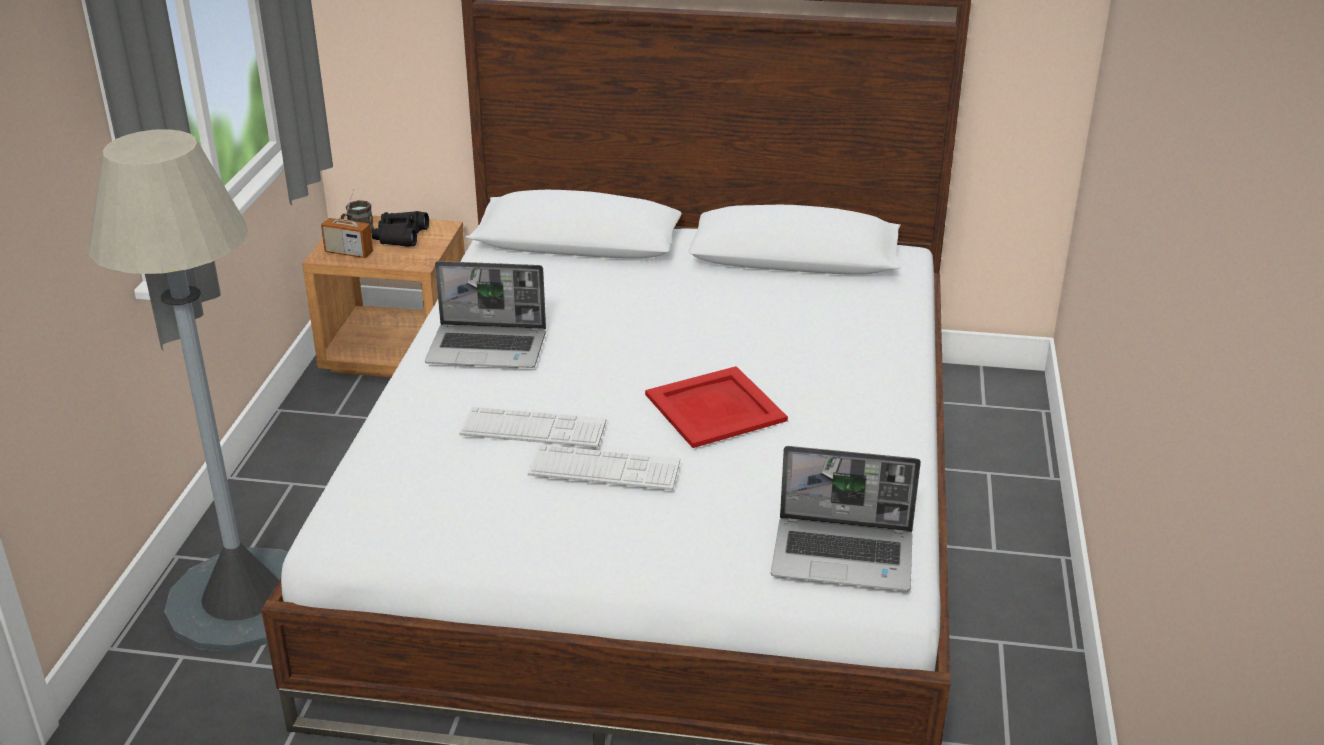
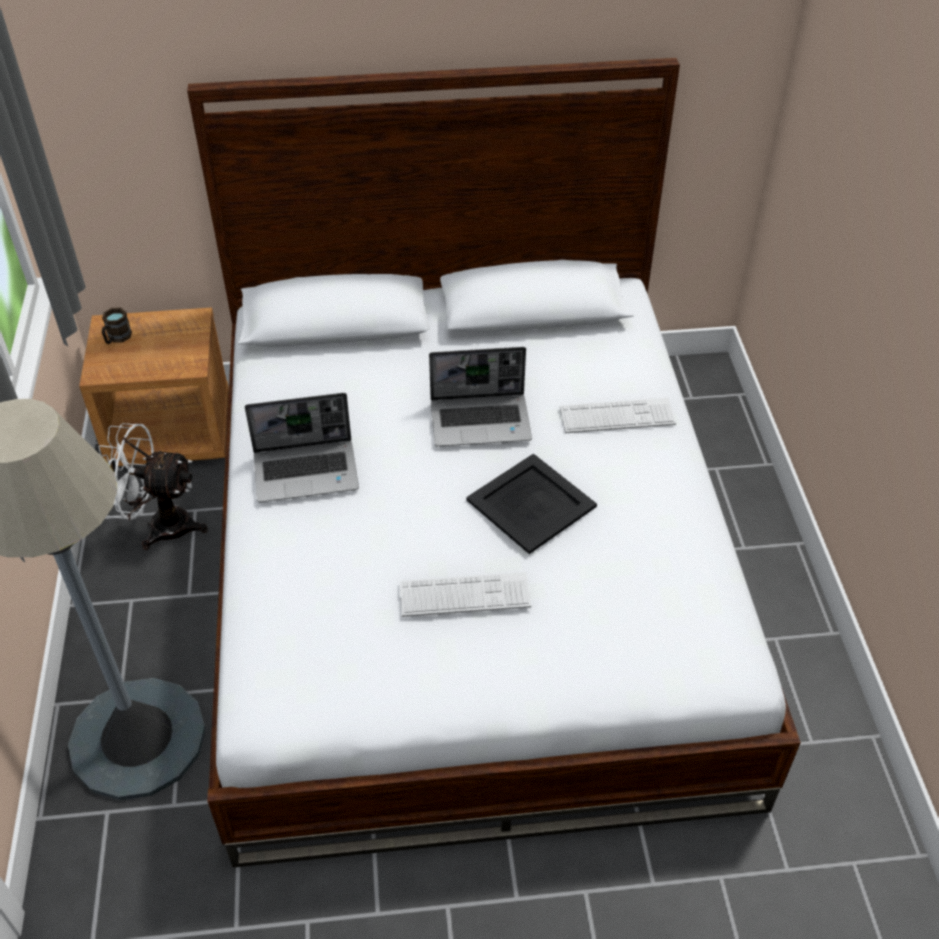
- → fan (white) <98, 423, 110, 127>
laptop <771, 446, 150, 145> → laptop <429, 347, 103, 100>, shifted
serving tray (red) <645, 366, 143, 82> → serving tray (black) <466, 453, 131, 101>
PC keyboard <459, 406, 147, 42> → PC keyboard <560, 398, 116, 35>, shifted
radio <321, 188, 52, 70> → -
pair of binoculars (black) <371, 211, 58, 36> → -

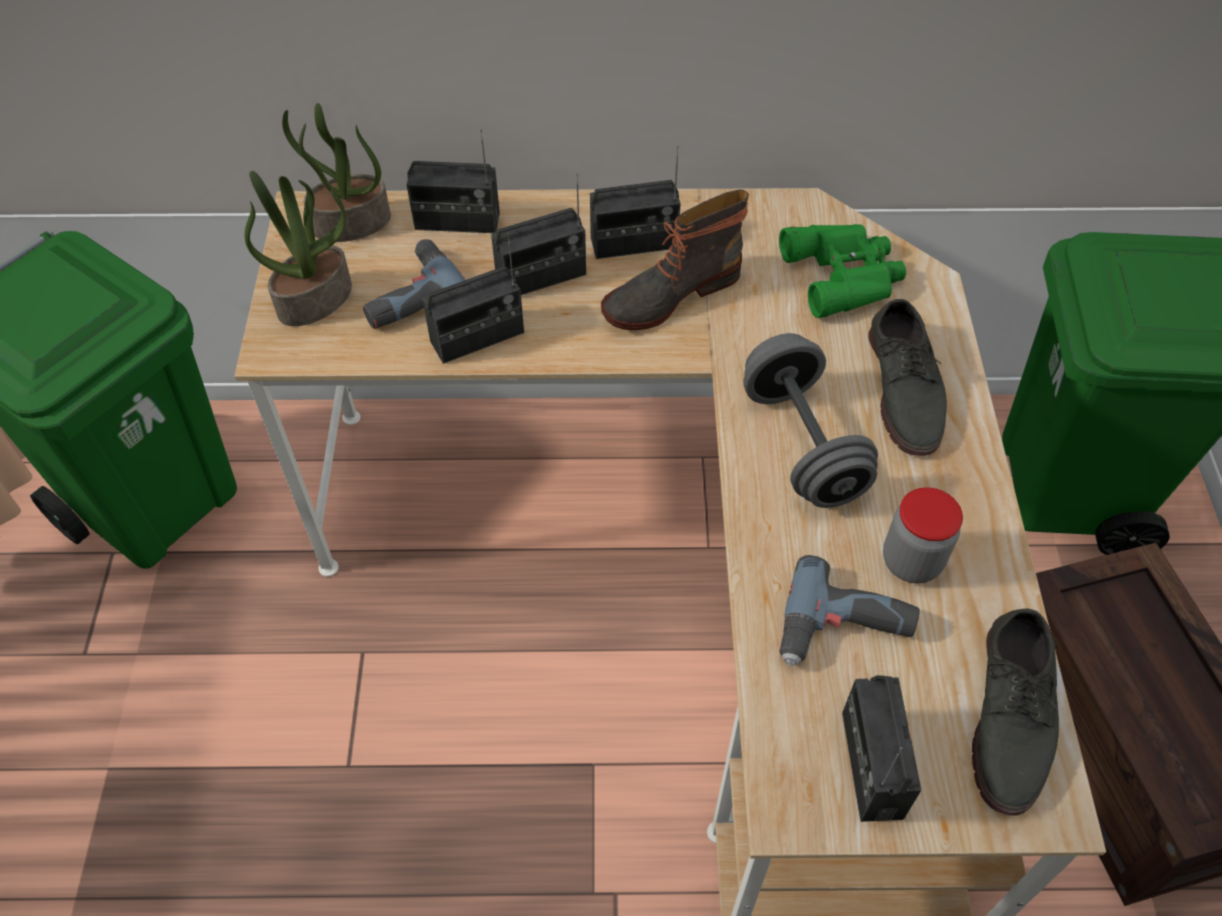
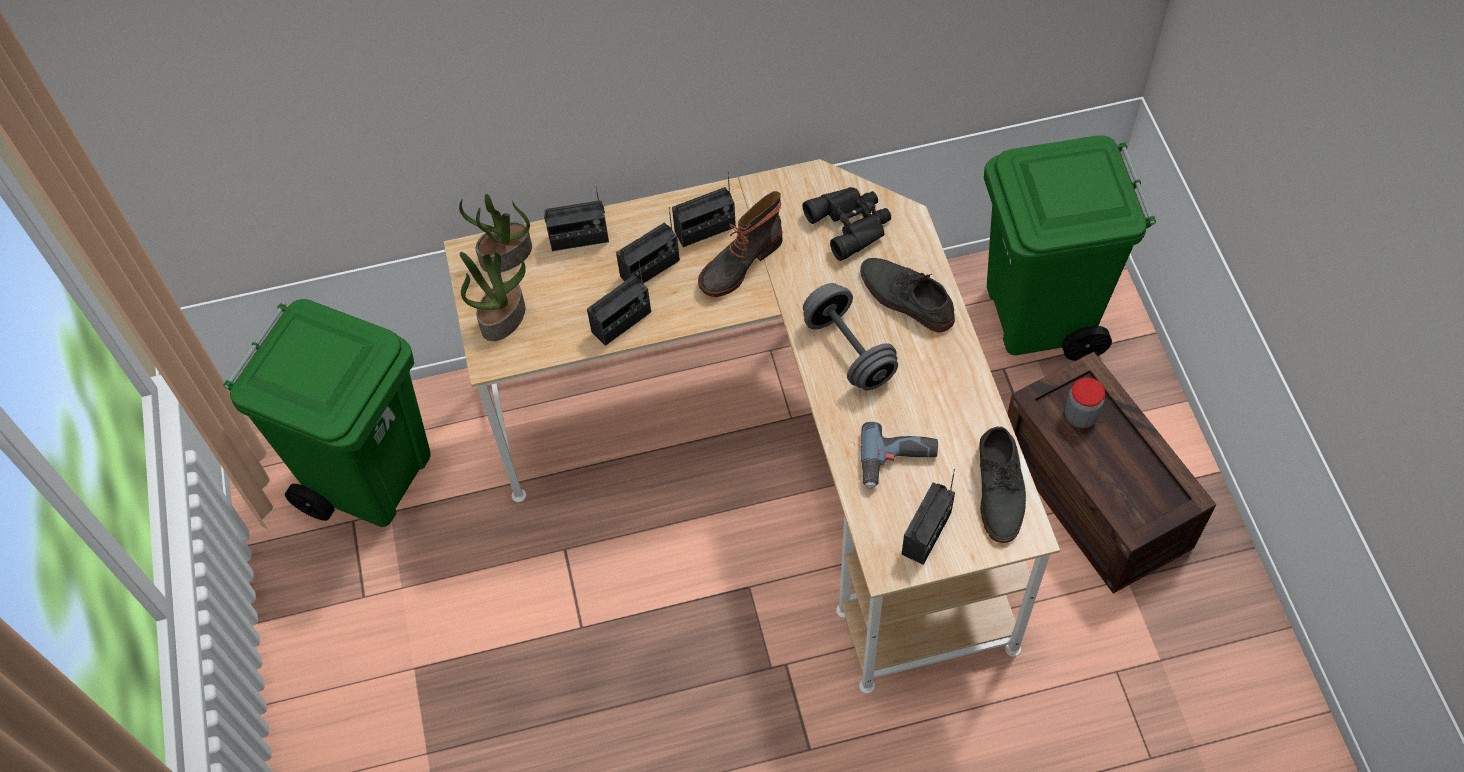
pair of binoculars (green) <779, 224, 127, 94> → pair of binoculars (black) <802, 187, 89, 74>
item of footwear (greyish) <868, 299, 79, 157> → item of footwear (greyish) <860, 258, 95, 75>, 150 degrees clockwise
radio <842, 675, 79, 147> → radio <902, 469, 53, 96>, 135 degrees counterclockwise
storage jar <883, 487, 80, 96> → storage jar <1065, 377, 40, 51>, shifted
drill <363, 239, 102, 90> → -

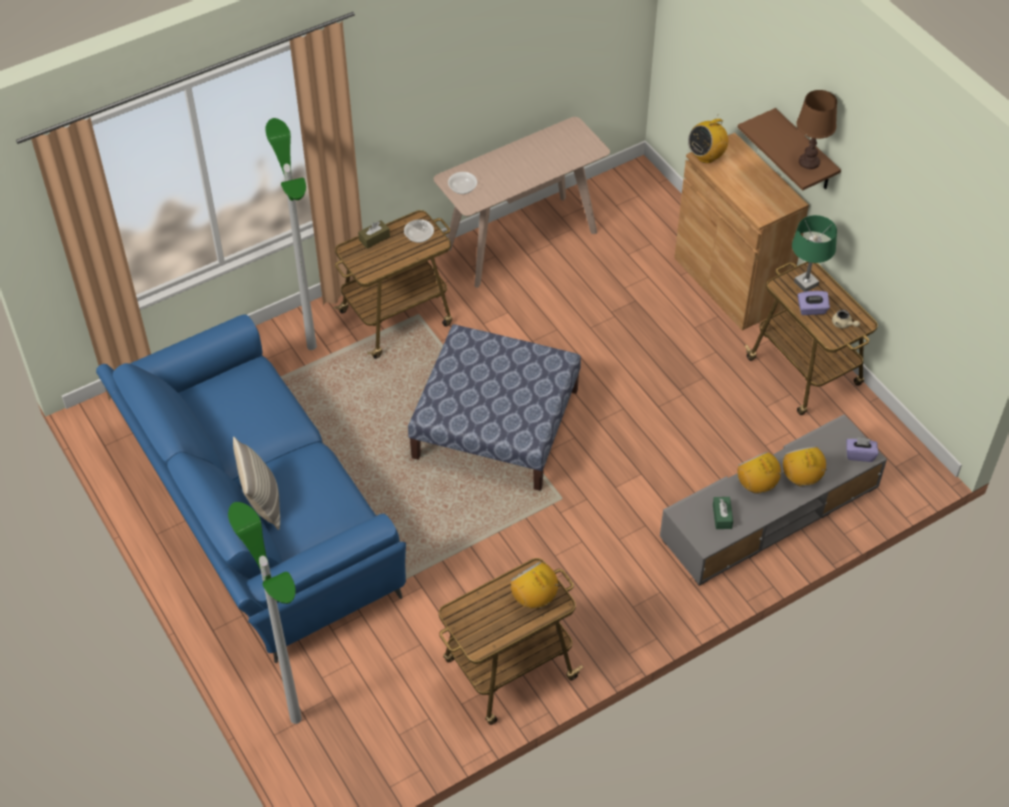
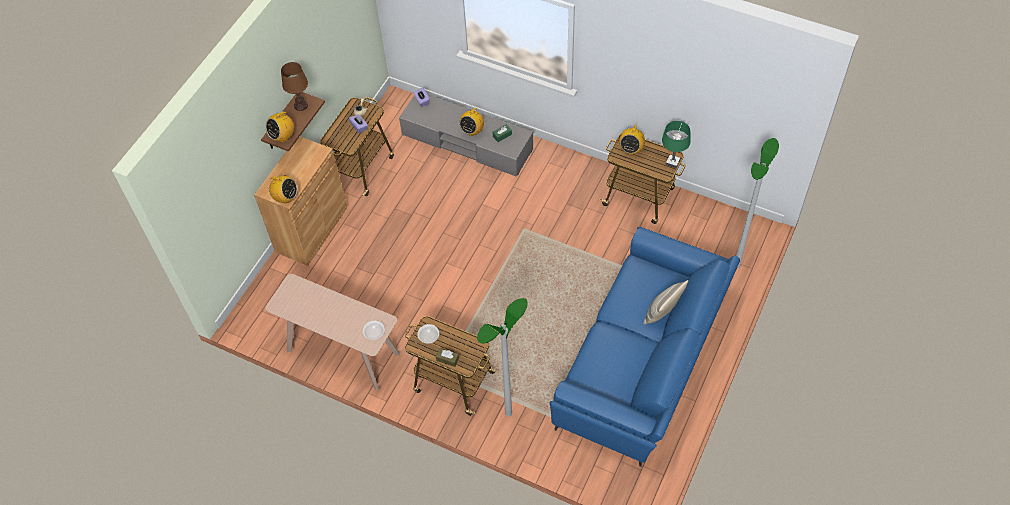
radio <783, 446, 44, 40> → radio <265, 107, 29, 35>, shifted
tabletop lamp (green) <792, 215, 45, 77> → tabletop lamp (green) <662, 121, 28, 47>, shifted
ottoman <408, 324, 173, 167> → -

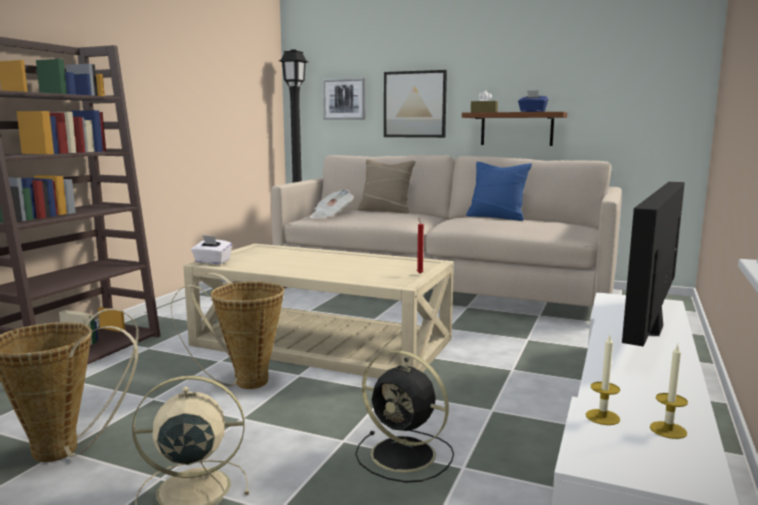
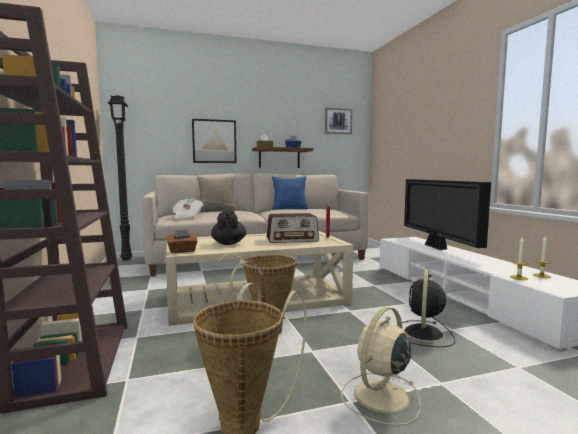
tissue box (white) <191, 235, 41, 29> → tissue box (brown) <166, 230, 32, 23>
- → tea pot (black) <211, 210, 35, 35>
- → radio <267, 213, 52, 30>
picture <323, 78, 43, 42> → picture <325, 107, 27, 27>, shifted
fan (black) <355, 350, 99, 133> → fan (black) <402, 269, 53, 78>, 120 degrees clockwise

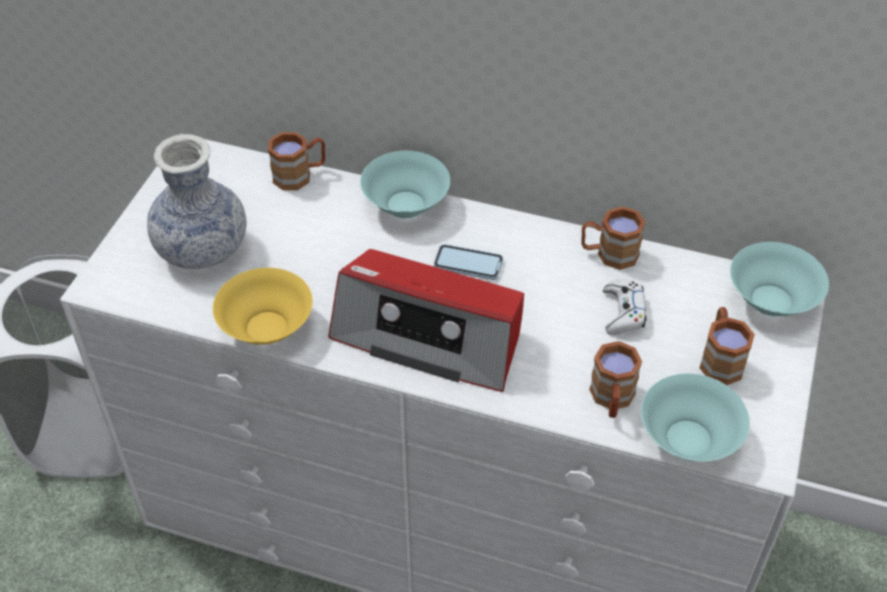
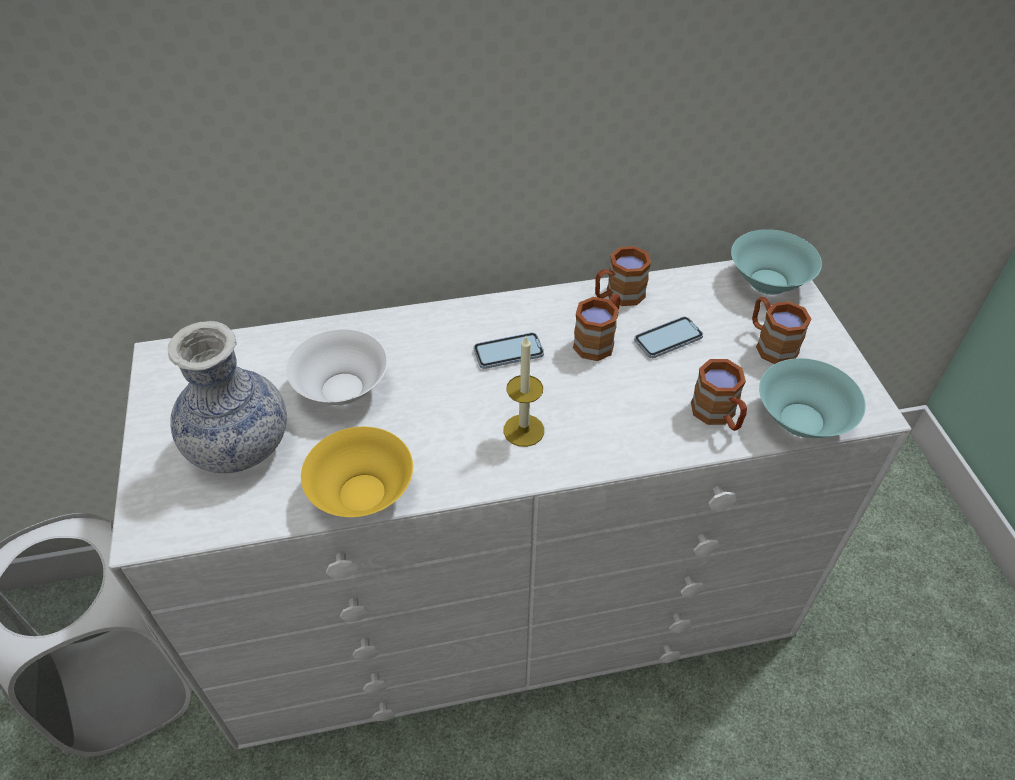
- → bowl (white) <286, 329, 102, 76>
radio <328, 249, 196, 143> → wax light <503, 336, 41, 111>
coffee mug (brown) <268, 132, 57, 58> → coffee mug (brown) <573, 294, 48, 67>, shifted
game controller (white) <603, 279, 44, 56> → handset <634, 317, 69, 41>
bowl (turquoise) <360, 151, 90, 67> → -

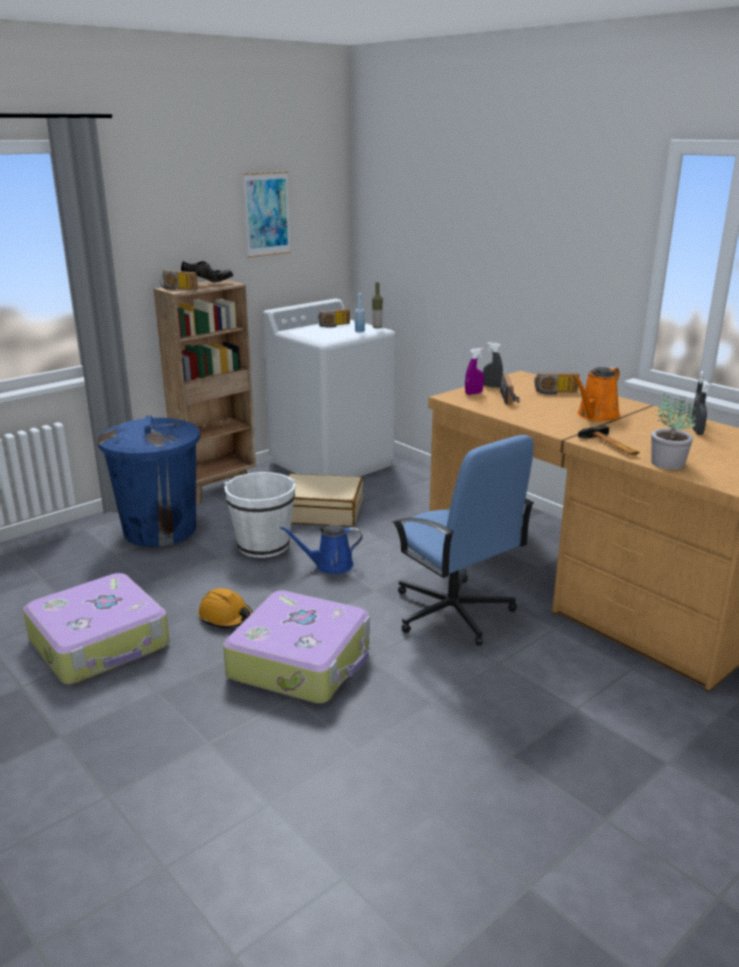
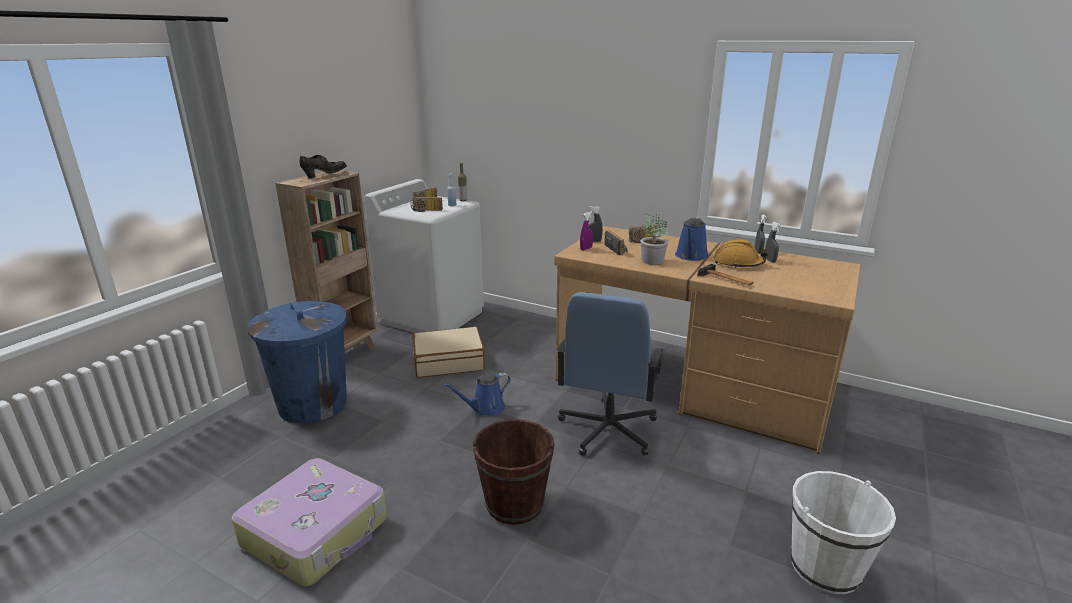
radio <161, 270, 37, 20> → radio <411, 197, 32, 15>, shifted
suitcase <223, 591, 147, 113> → water bucket (brown) <473, 419, 82, 106>
office chair (bluish) <392, 435, 142, 210> → office chair (bluish) <556, 292, 109, 164>, 75 degrees clockwise
houseplant <651, 393, 45, 77> → houseplant <641, 213, 27, 52>, shifted
watering can (orangey) <573, 367, 47, 54> → watering can (bluish) <675, 217, 34, 44>
hard hat (orangey) <198, 588, 55, 40> → hard hat (orangey) <713, 239, 56, 29>, shifted
water bucket (white) <224, 472, 72, 86> → water bucket (white) <791, 471, 105, 123>, shifted
picture <243, 171, 48, 87> → -

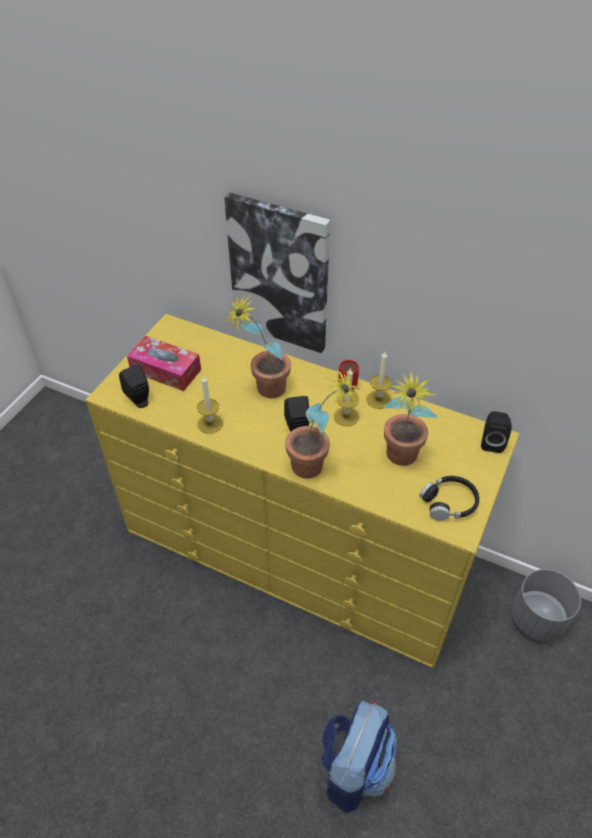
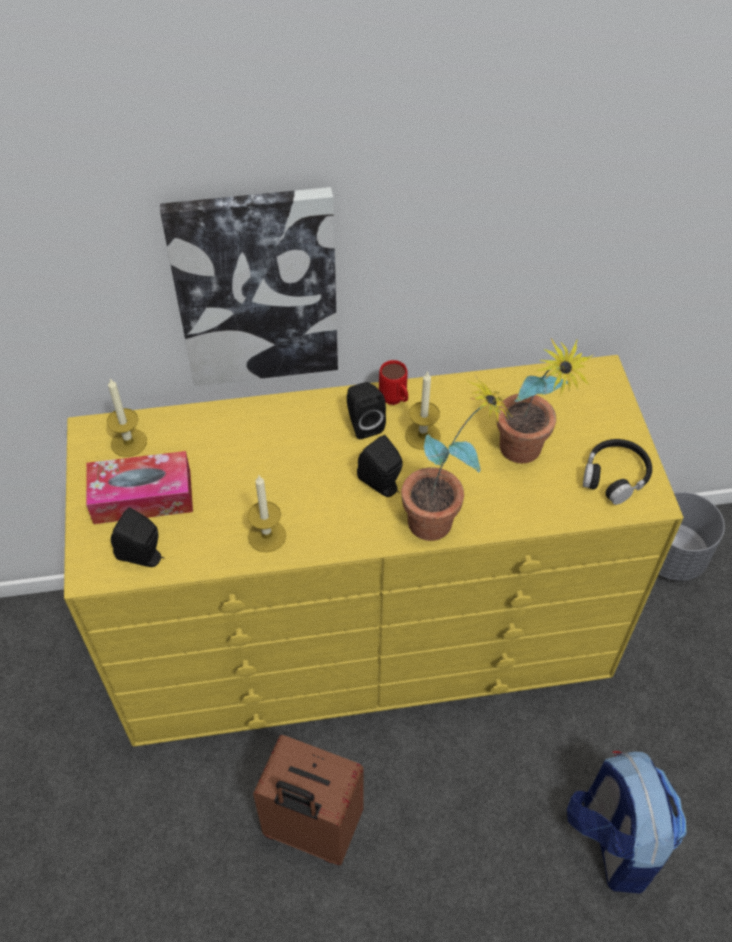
wax light <367, 352, 25, 57> → wax light <107, 378, 40, 79>, shifted
- → suitcase (brown) <253, 735, 111, 130>
loudspeaker (black) <481, 411, 31, 42> → loudspeaker (black) <347, 382, 39, 57>, shifted
houseplant <225, 294, 66, 104> → -

